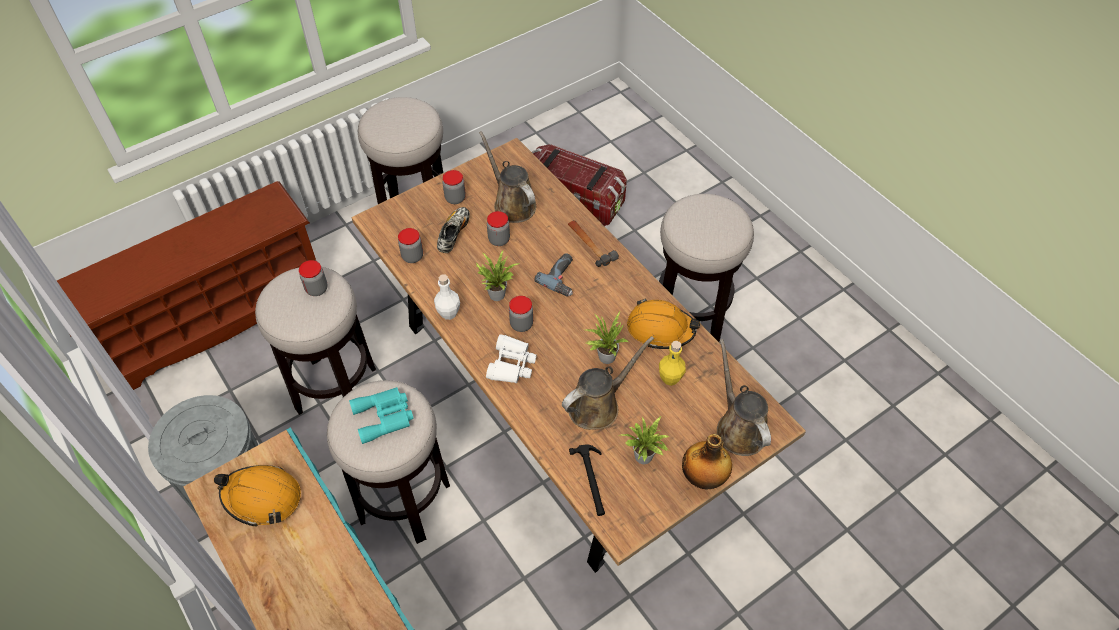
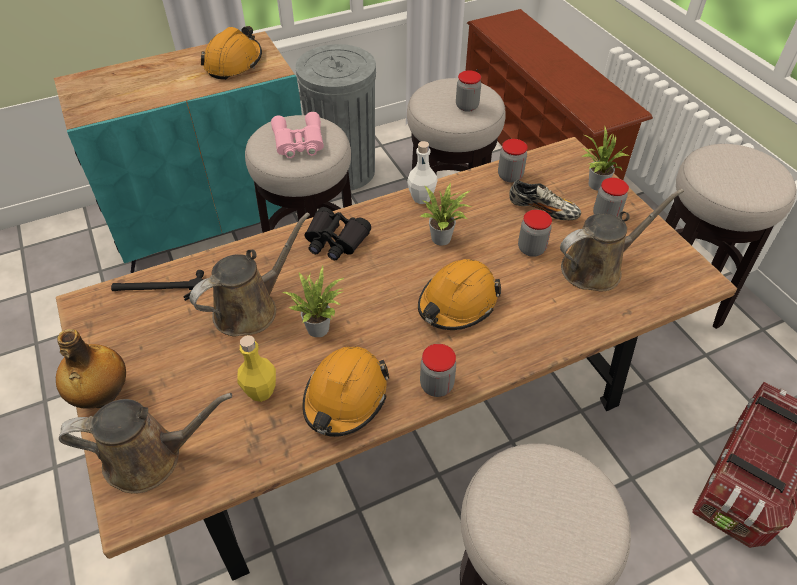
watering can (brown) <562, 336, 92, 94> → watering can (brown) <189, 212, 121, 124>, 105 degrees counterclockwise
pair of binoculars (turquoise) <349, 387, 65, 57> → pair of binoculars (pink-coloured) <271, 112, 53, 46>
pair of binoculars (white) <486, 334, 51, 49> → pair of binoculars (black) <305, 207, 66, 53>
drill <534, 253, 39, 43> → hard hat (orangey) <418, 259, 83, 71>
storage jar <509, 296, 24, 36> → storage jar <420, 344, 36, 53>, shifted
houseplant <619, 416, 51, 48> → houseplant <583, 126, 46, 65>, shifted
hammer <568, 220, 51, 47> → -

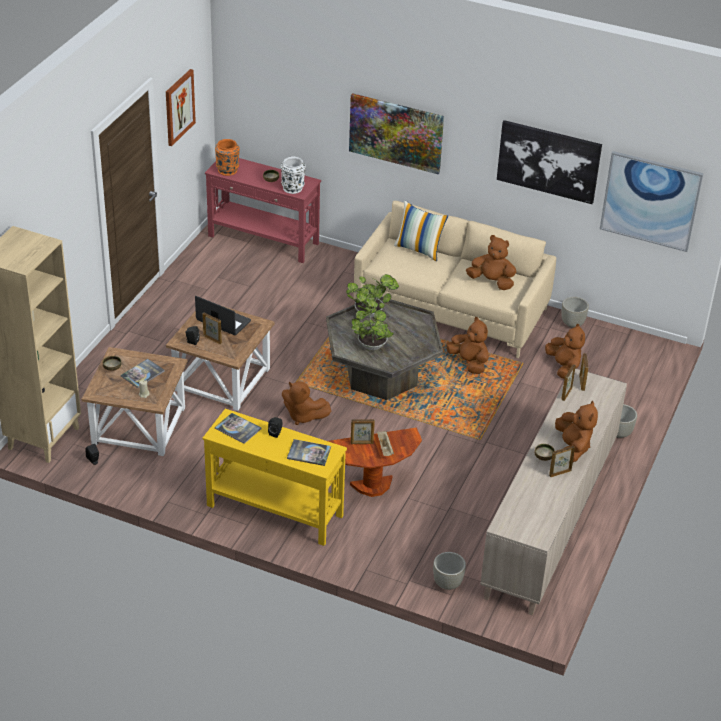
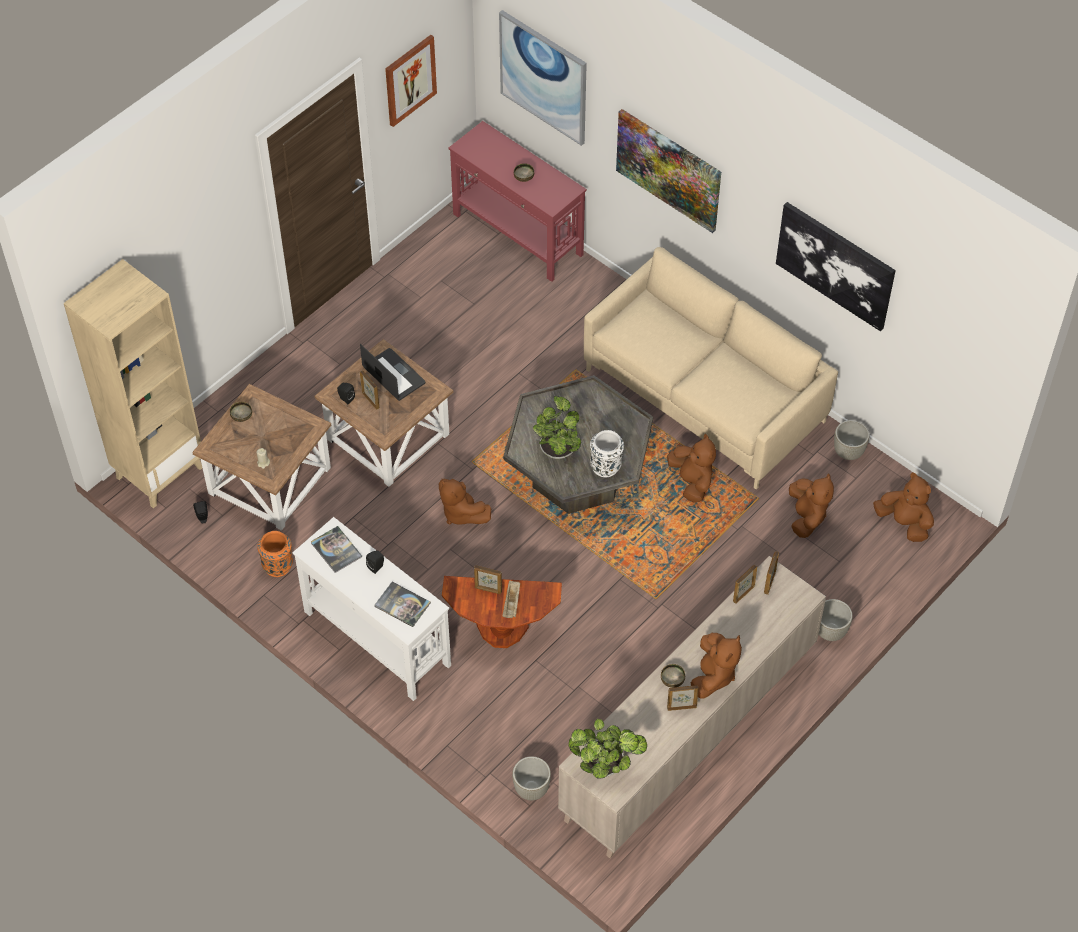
flower vase (orangey) <215, 139, 25, 37> → flower vase (orangey) <257, 531, 36, 46>, shifted
console table (yellow) <203, 409, 144, 137> → console table (white) <292, 517, 159, 184>
picture <600, 151, 103, 101> → picture <499, 10, 88, 136>, shifted
houseplant <346, 274, 53, 44> → houseplant <568, 719, 79, 60>, shifted
flower vase (white) <281, 156, 25, 38> → flower vase (white) <590, 430, 34, 47>, shifted
soft toy (brown) <466, 235, 50, 55> → soft toy (brown) <873, 472, 61, 70>, shifted
bound book <121, 359, 44, 29> → -
throw pillow <394, 200, 54, 61> → -

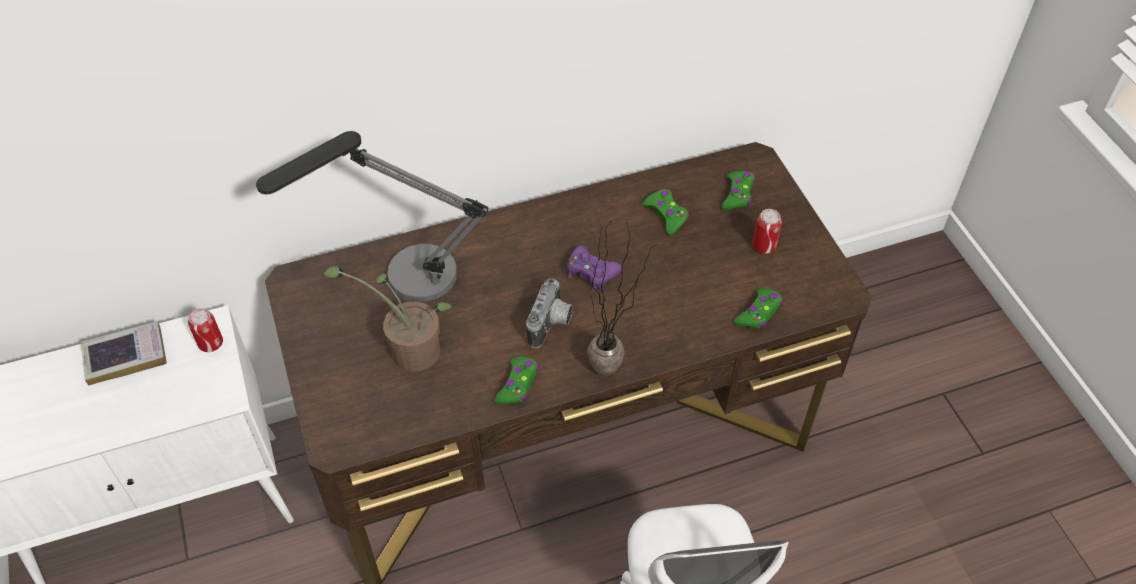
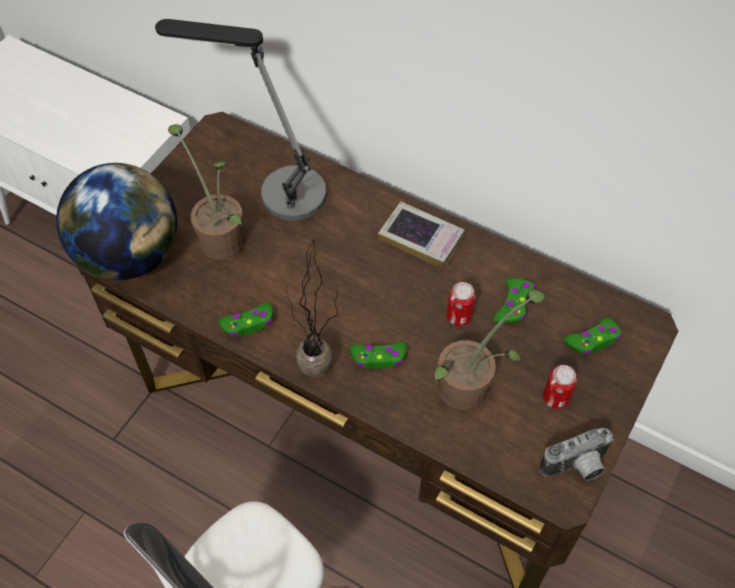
- → desk globe <56, 163, 121, 117>
game controller (green) <733, 288, 50, 41> → game controller (green) <350, 342, 57, 27>, shifted
bound book <81, 321, 86, 64> → bound book <378, 202, 87, 67>, shifted
- → houseplant <434, 290, 112, 121>
can <188, 308, 35, 44> → can <447, 282, 29, 44>, shifted
photo camera <526, 278, 47, 71> → photo camera <540, 428, 74, 53>, shifted
game controller (purplish) <567, 245, 56, 46> → -

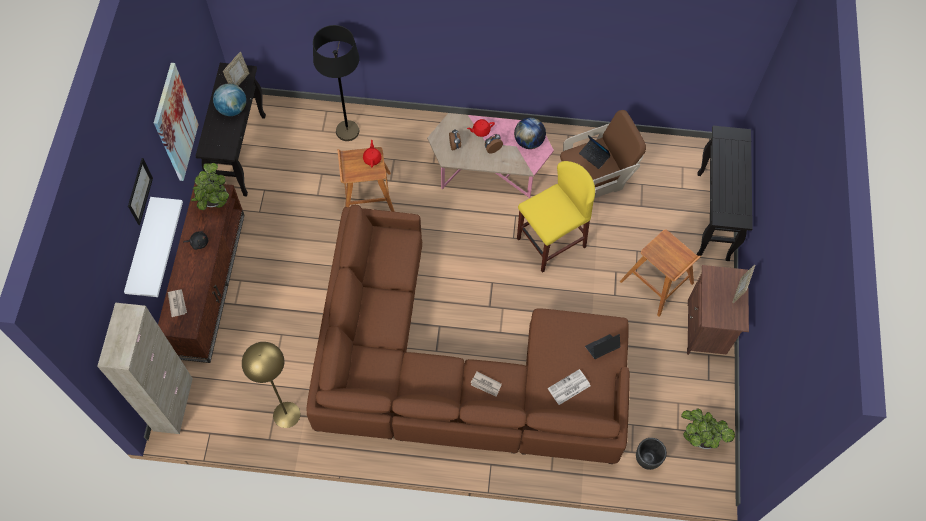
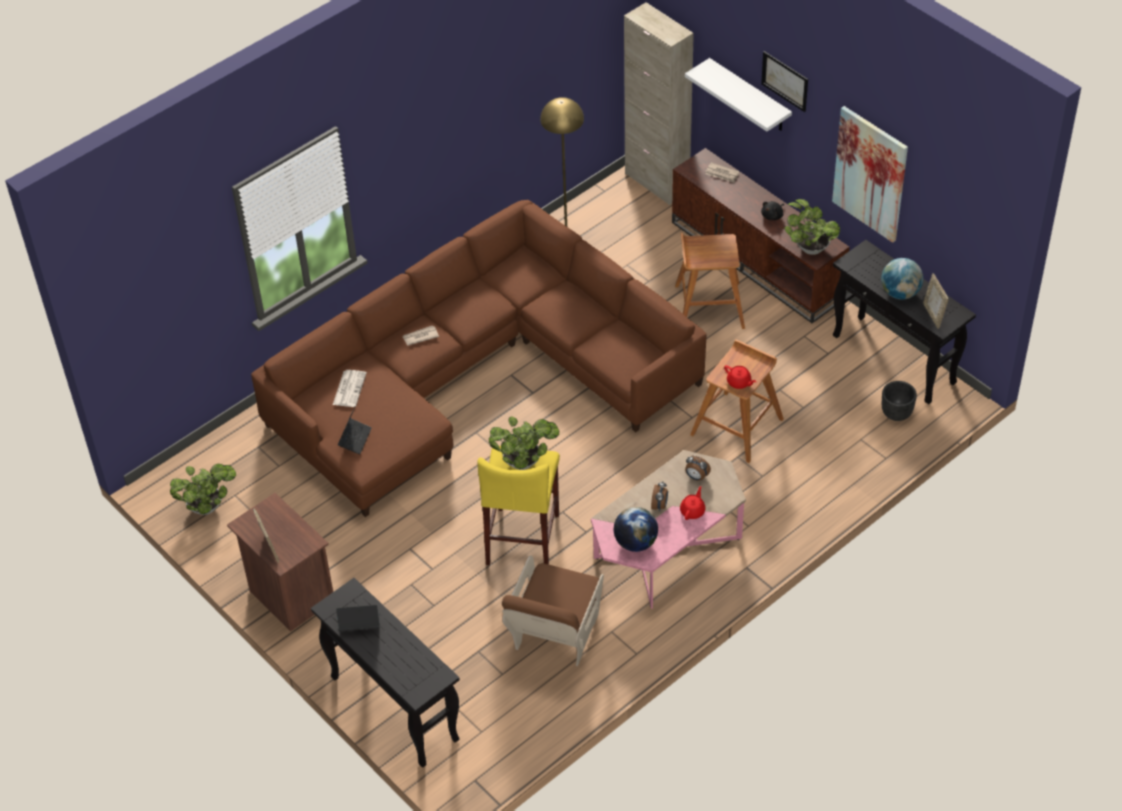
laptop <579, 135, 32, 34> → laptop <336, 605, 44, 26>, shifted
- → houseplant <489, 417, 70, 53>
stool (brown) <619, 229, 82, 87> → stool (brown) <675, 233, 70, 96>, shifted
plant pot (black) <636, 438, 31, 32> → plant pot (black) <882, 381, 35, 40>, shifted
standard lamp (black) <313, 25, 46, 116> → -

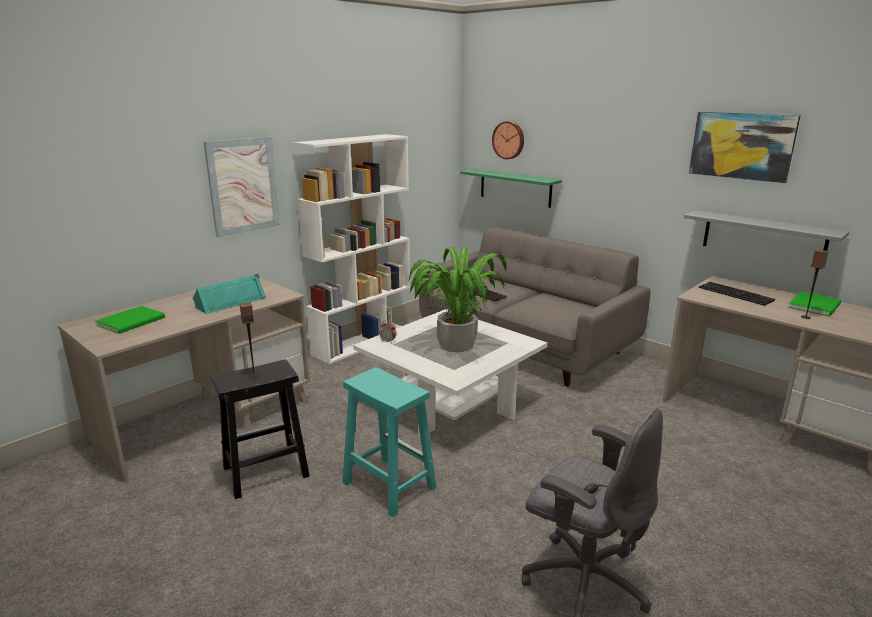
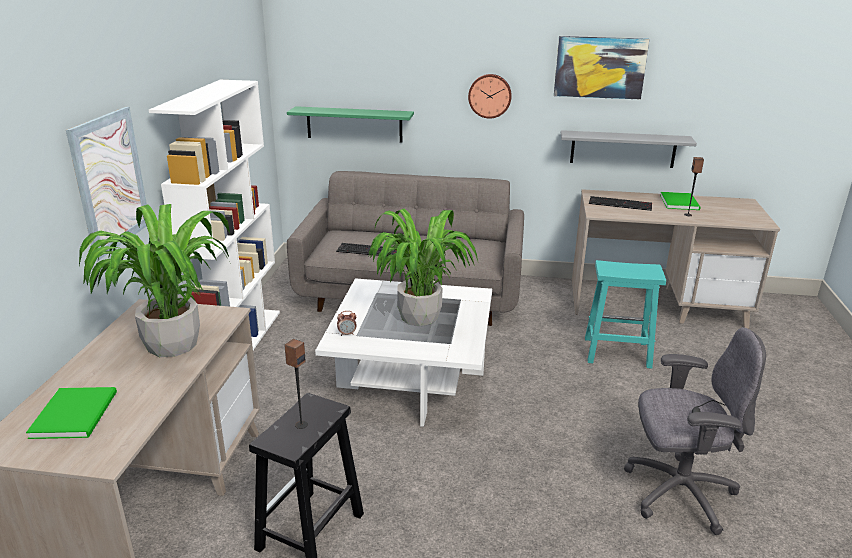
loudspeaker (turquoise) <192, 274, 74, 40> → houseplant <79, 204, 151, 153>
clock on the wall <492, 121, 32, 38> → clock on the wall <468, 74, 44, 45>, shifted
stool (turquoise) <342, 367, 94, 150> → stool (turquoise) <585, 260, 81, 109>, shifted

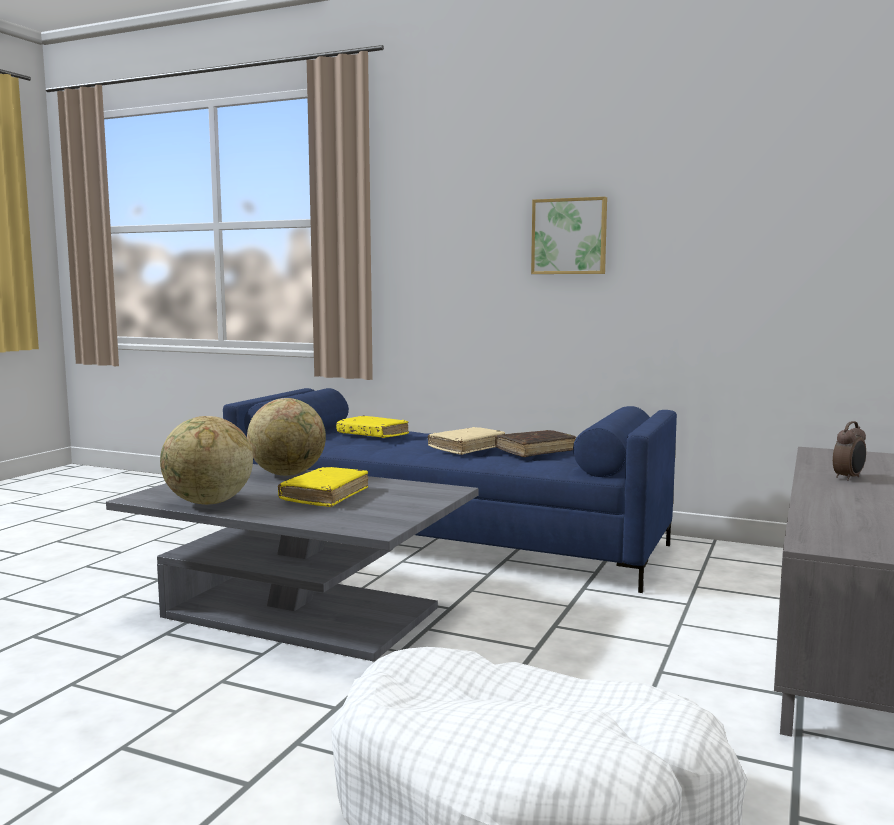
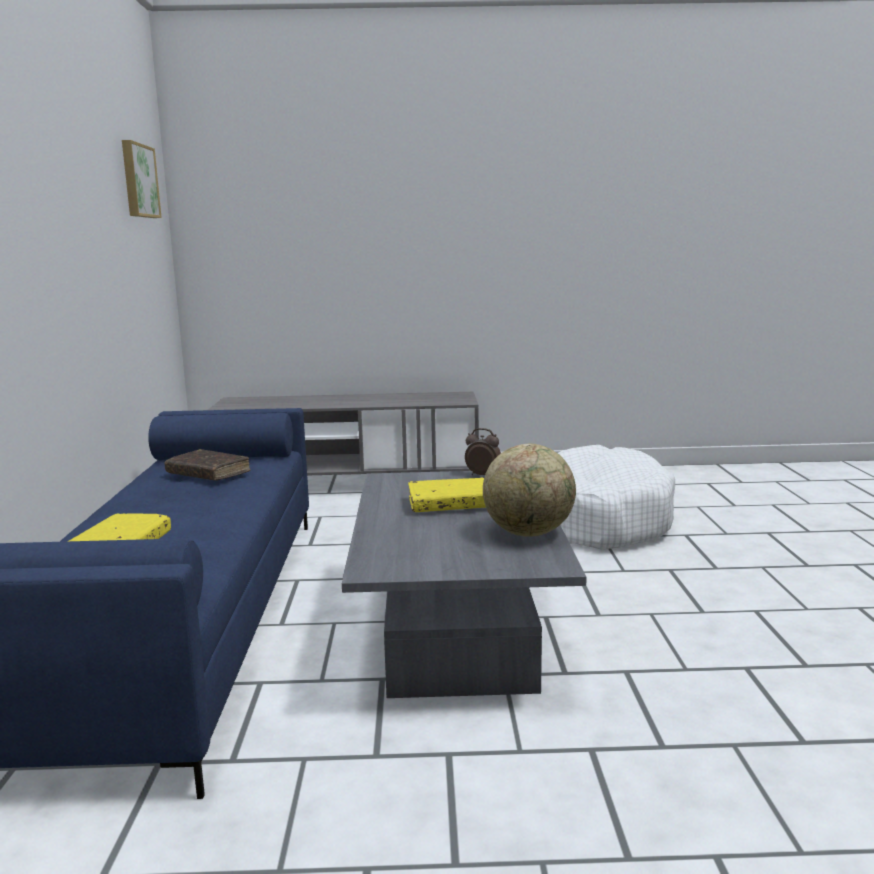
picture <531, 197, 76, 77> → picture <122, 140, 40, 78>, shifted
table clock <833, 421, 33, 60> → table clock <465, 428, 36, 47>, shifted
desk globe <247, 398, 79, 78> → -
bound book (beige) <428, 427, 77, 28> → -

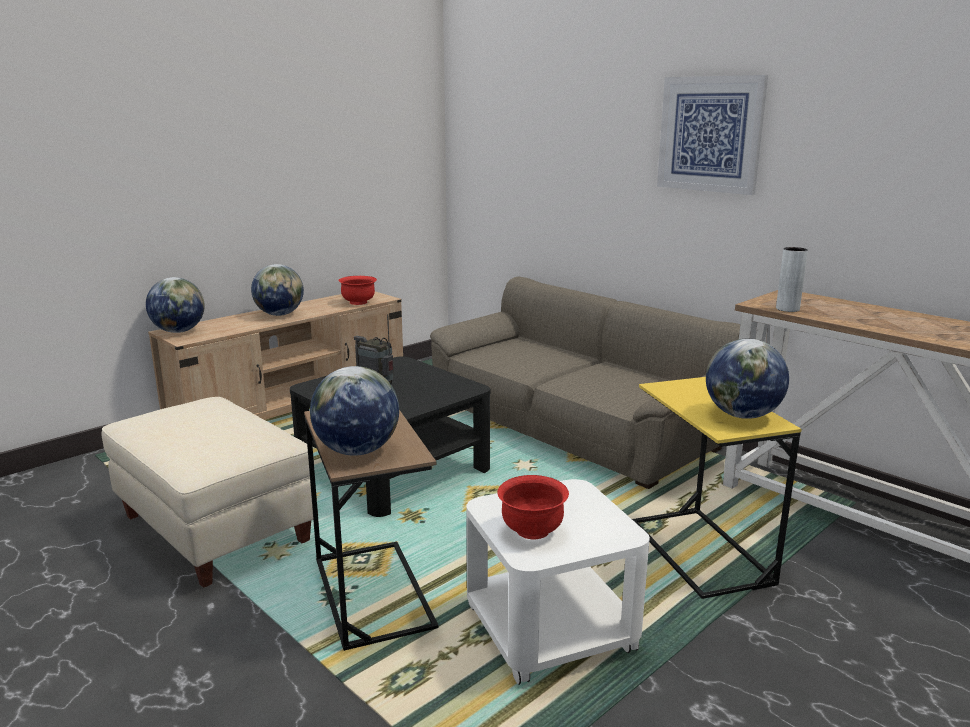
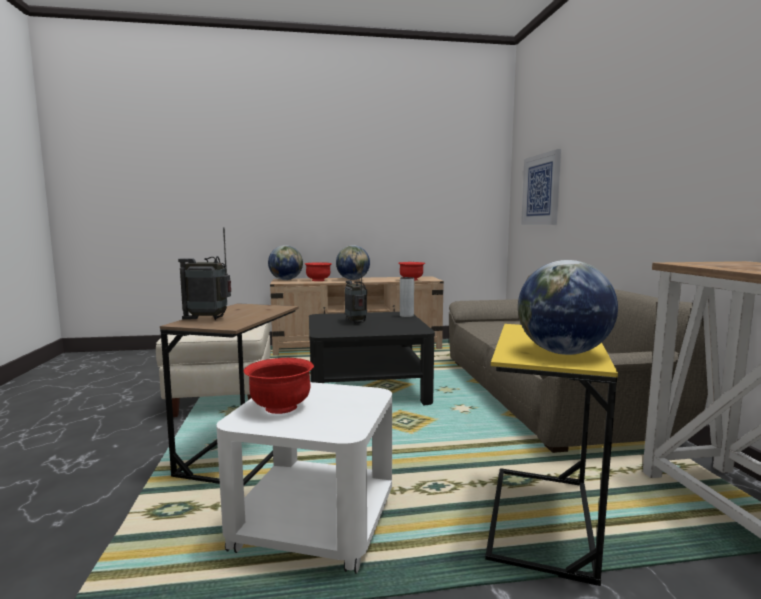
desk globe <310, 366, 89, 90> → radio <178, 227, 53, 93>
- → bowl (red) <305, 262, 27, 19>
flower vase (greyish) <776, 247, 32, 65> → flower vase (greyish) <400, 277, 14, 40>, shifted
picture <657, 75, 111, 120> → picture <521, 149, 40, 76>, shifted

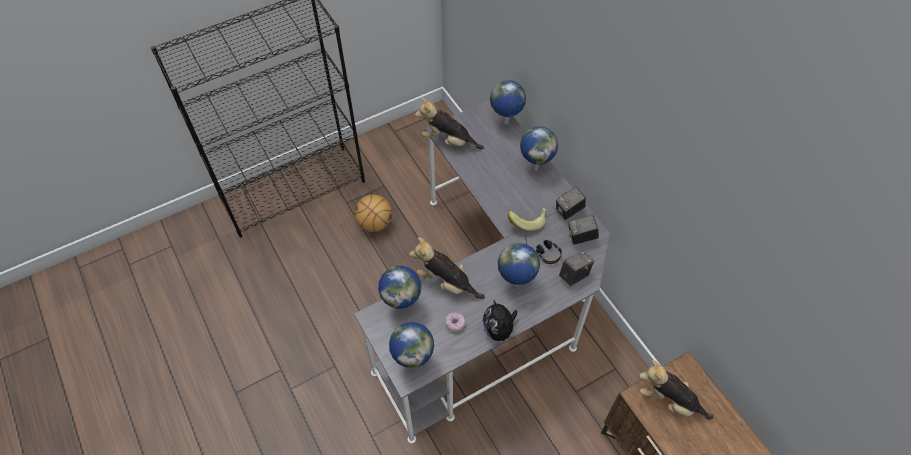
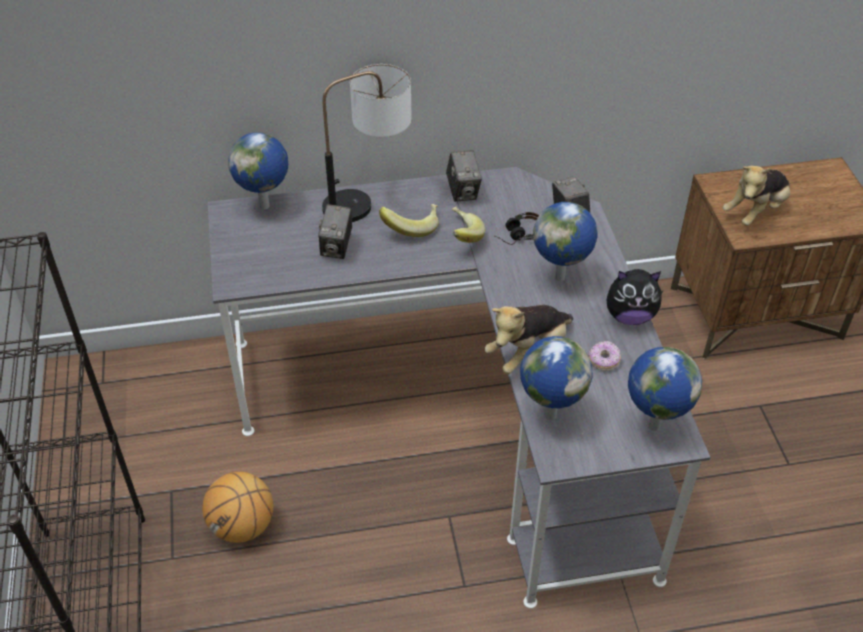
photo camera <568, 215, 31, 30> → photo camera <318, 204, 34, 55>, shifted
desk globe <520, 127, 38, 44> → tabletop lamp <322, 64, 90, 158>
- → banana <379, 204, 60, 33>
soft toy <415, 98, 69, 51> → -

